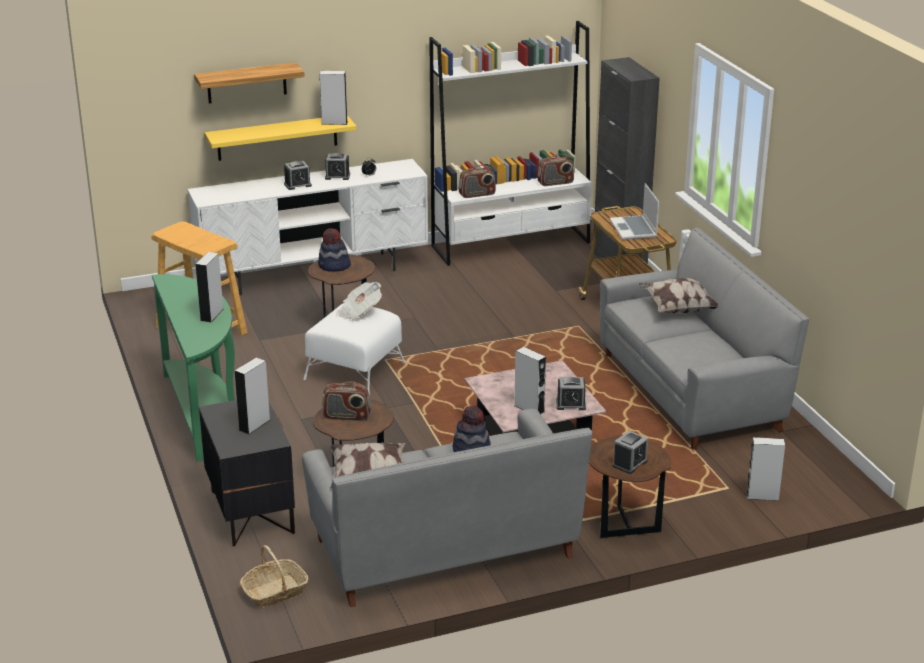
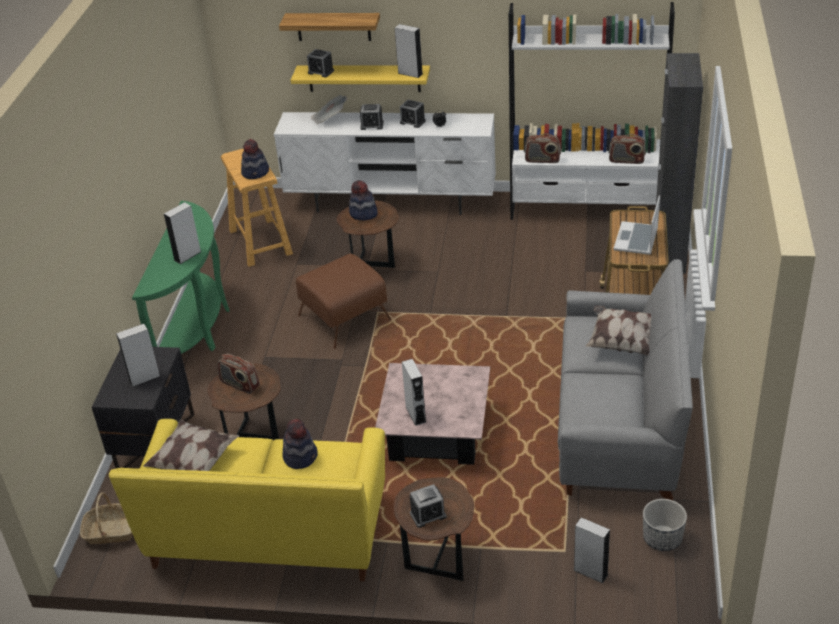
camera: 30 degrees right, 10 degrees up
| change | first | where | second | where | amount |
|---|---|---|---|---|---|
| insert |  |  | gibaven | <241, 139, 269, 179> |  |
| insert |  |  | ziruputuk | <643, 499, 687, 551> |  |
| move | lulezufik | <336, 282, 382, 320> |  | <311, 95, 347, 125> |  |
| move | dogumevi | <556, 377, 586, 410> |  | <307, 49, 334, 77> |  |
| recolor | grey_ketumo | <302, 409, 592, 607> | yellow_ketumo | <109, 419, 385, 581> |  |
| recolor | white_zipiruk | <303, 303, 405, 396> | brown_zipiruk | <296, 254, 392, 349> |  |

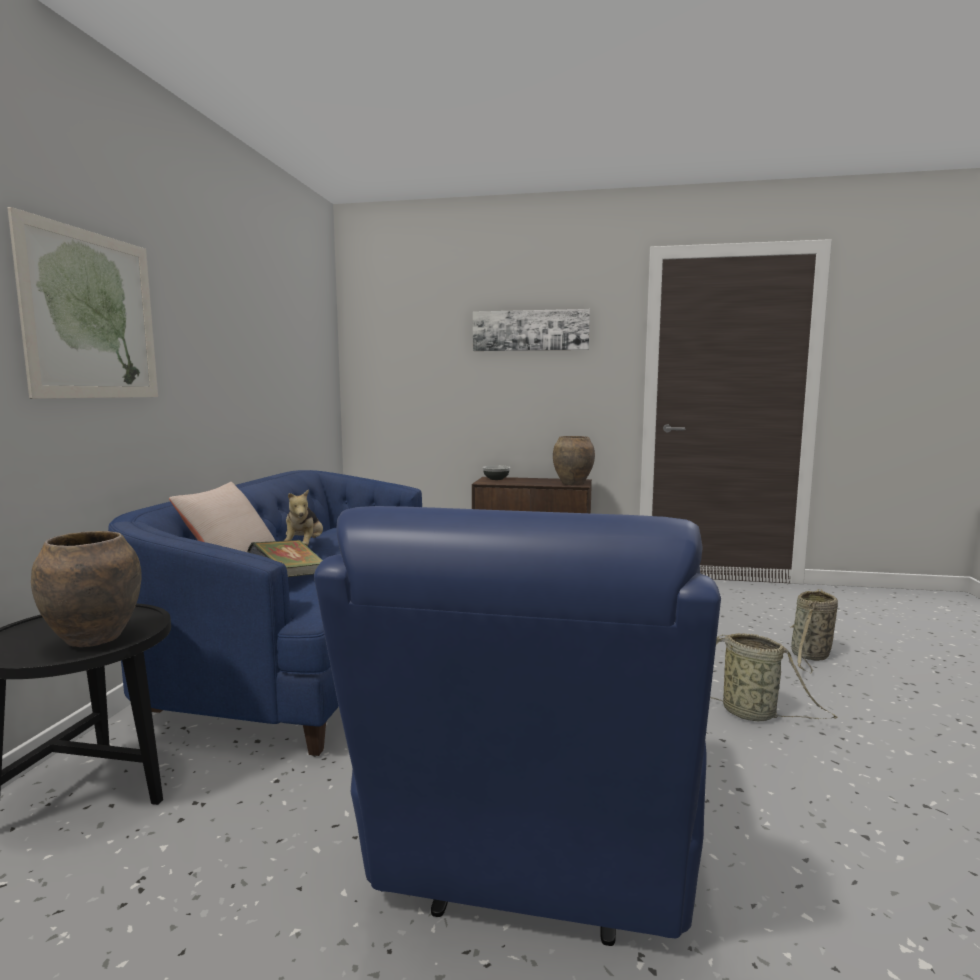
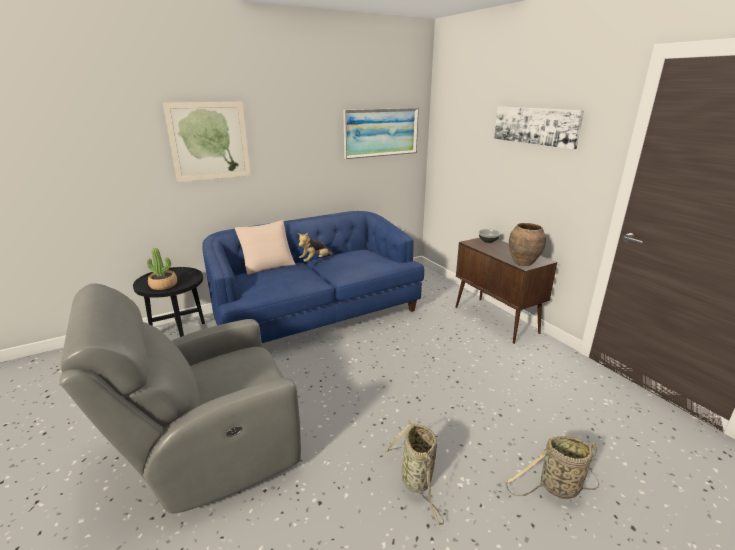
camera: 50 degrees right, 15 degrees up
| change | first | where | second | where | amount |
|---|---|---|---|---|---|
| delete | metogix | <247, 540, 323, 577> |  |  |  |
| insert |  |  | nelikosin | <343, 108, 419, 159> |  |
| replace | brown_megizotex | <31, 531, 141, 647> | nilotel | <147, 248, 177, 290> |  |
| recolor | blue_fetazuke | <314, 506, 721, 946> | grey_fetazuke | <59, 283, 301, 514> |  |

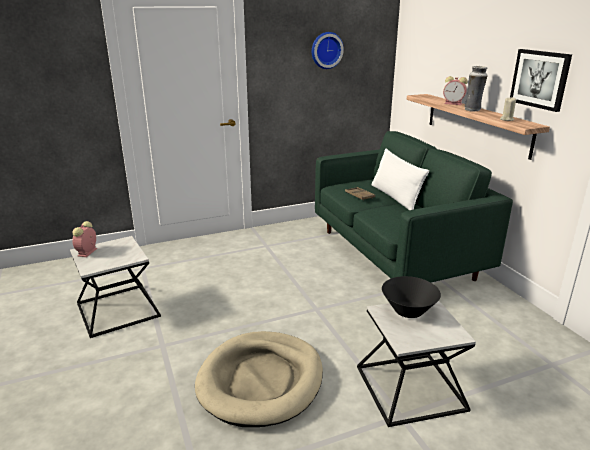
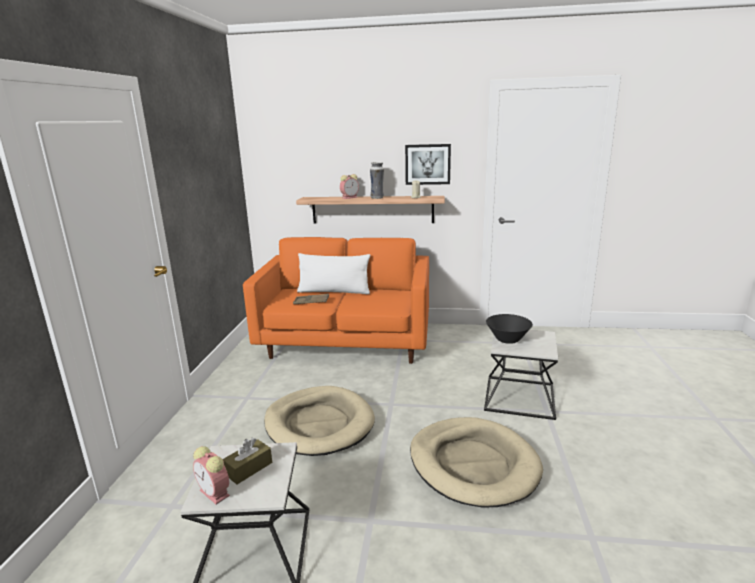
camera: 60 degrees left, 5 degrees down
| change | first | where | second | where | amount |
|---|---|---|---|---|---|
| delete | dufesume | <312, 32, 344, 69> |  |  |  |
| insert |  |  | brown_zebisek | <223, 437, 272, 484> |  |
| insert |  |  | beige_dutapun | <264, 386, 375, 456> |  |
| recolor | green_ketumo | <315, 131, 513, 283> | orange_ketumo | <243, 237, 429, 364> |  |

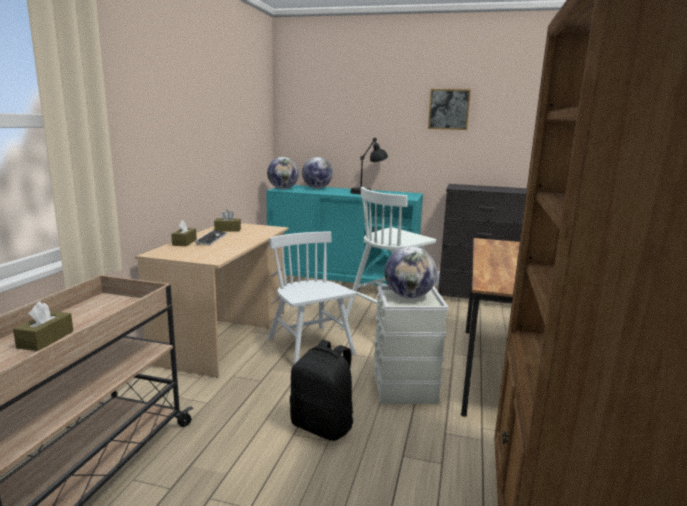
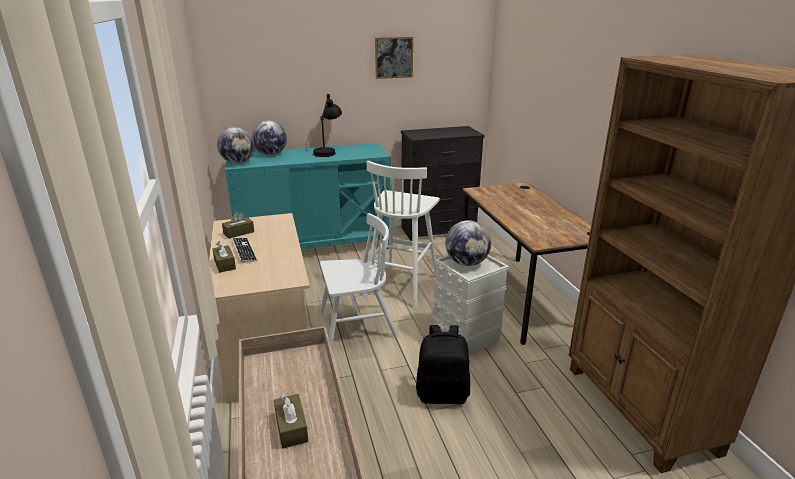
camera: 30 degrees left, 10 degrees up
| change | first | where | second | where | amount |
|---|---|---|---|---|---|
| rotate | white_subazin | <268, 232, 356, 364> |  | <320, 213, 398, 349> | 135 degrees clockwise |

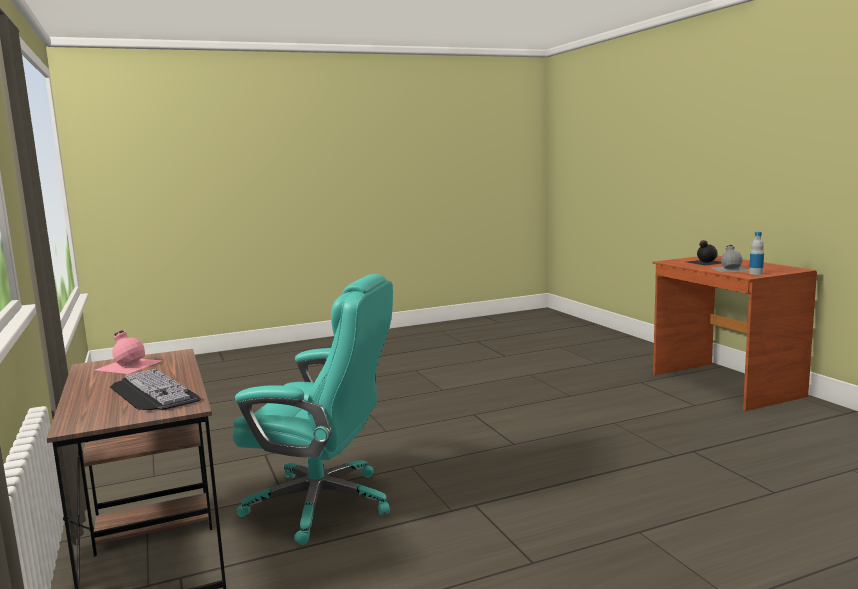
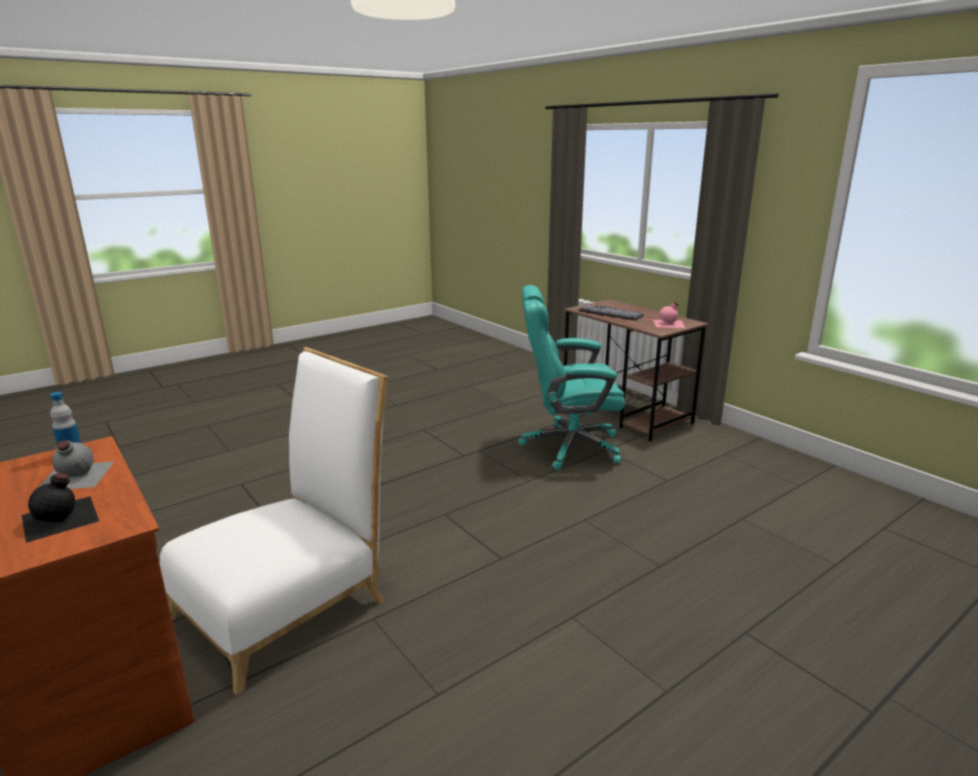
camera: 165 degrees right, 10 degrees up
| change | first | where | second | where | amount |
|---|---|---|---|---|---|
| insert |  |  | white_subazin | <160, 347, 388, 695> |  |

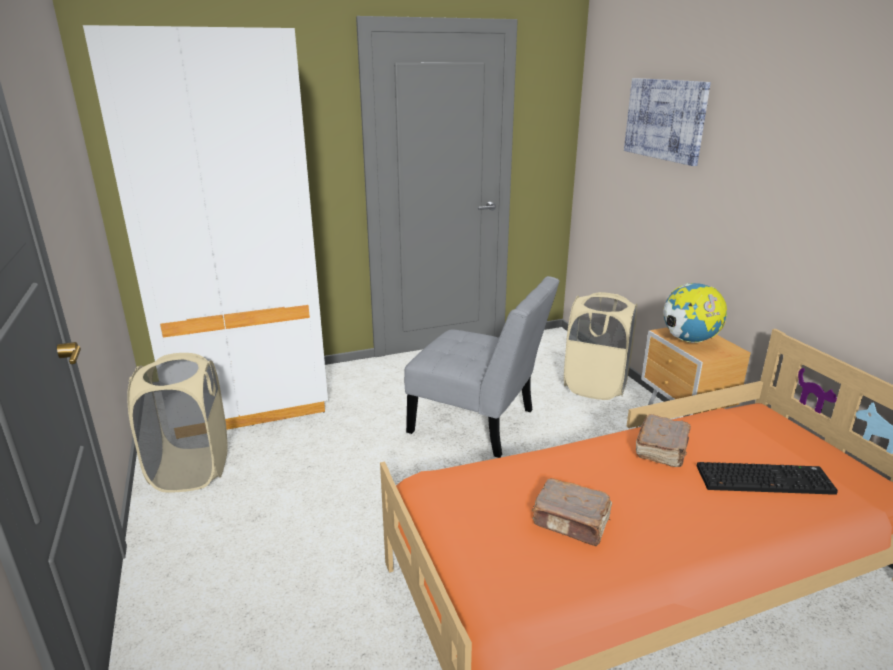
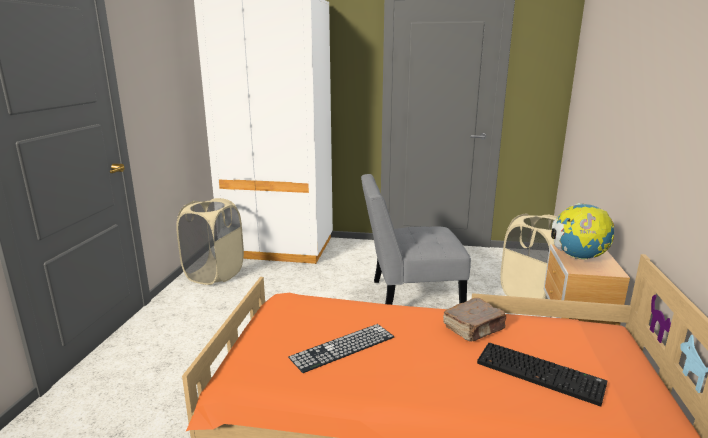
camera: 30 degrees right, 5 degrees down
| change | first | where | second | where | amount |
|---|---|---|---|---|---|
| delete | nelikosin | <624, 78, 711, 166> |  |  |  |
| replace | brown_metogix | <532, 478, 612, 546> | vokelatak | <288, 324, 394, 373> |  |
| rotate | grey_subazin | <404, 276, 560, 458> |  | <361, 174, 471, 305> | 120 degrees clockwise |

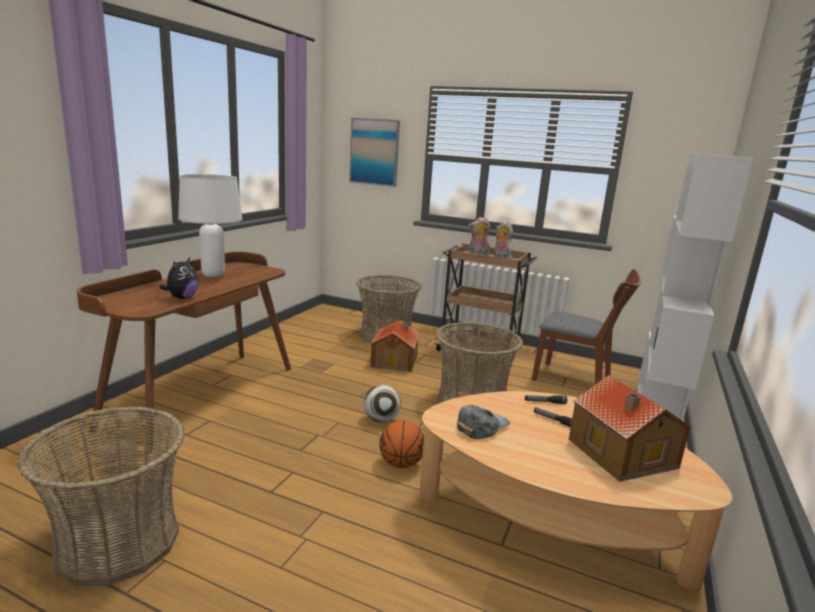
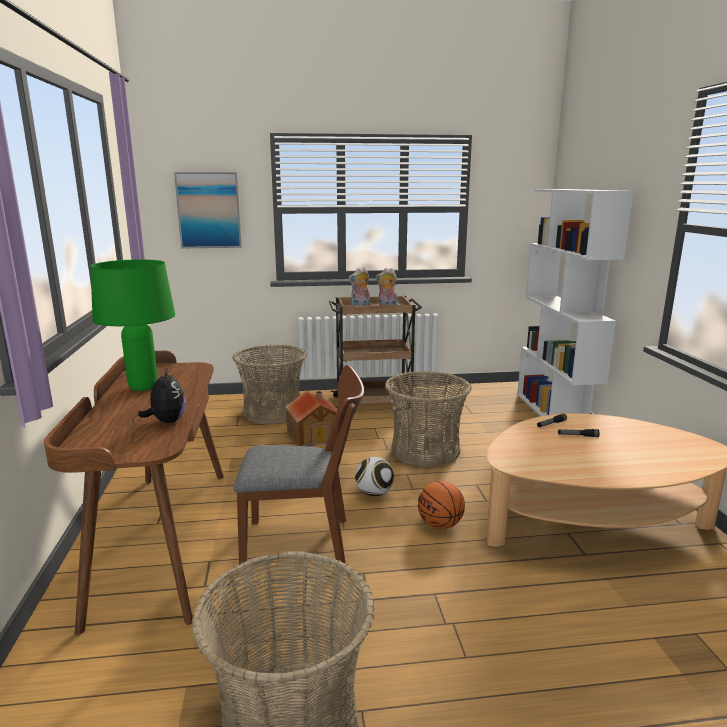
camera: 30 degrees left, 0 degrees up
| change | first | where | second | where | amount |
|---|---|---|---|---|---|
| delete | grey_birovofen | <457, 405, 510, 439> |  |  |  |
| delete | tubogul | <569, 375, 692, 482> |  |  |  |
| move | brown_subazin | <531, 269, 641, 385> |  | <234, 365, 364, 565> |  |
| recolor | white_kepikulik | <178, 174, 242, 278> | green_kepikulik | <91, 259, 175, 391> |  |

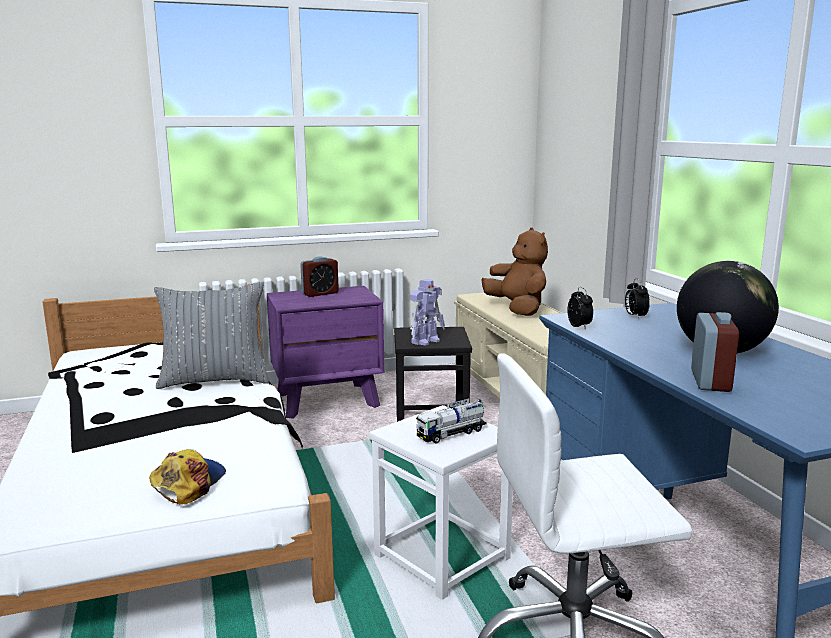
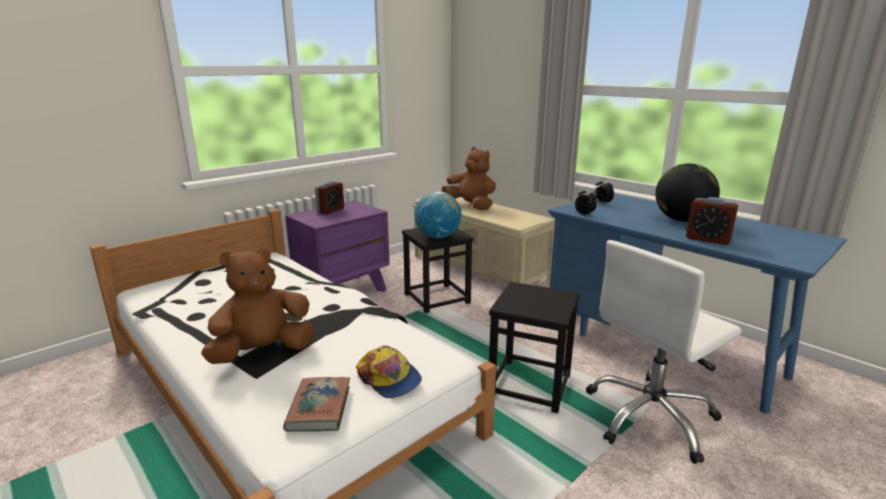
camera: 25 degrees left, 5 degrees up
| change | first | where | second | where | amount |
|---|---|---|---|---|---|
| delete | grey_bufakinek | <154, 282, 269, 389> |  |  |  |
| delete | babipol | <416, 398, 487, 443> |  |  |  |
| insert |  |  | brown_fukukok | <201, 248, 315, 364> |  |
| insert |  |  | metogix | <283, 377, 350, 432> |  |
| replace | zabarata | <410, 279, 445, 346> | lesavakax | <414, 191, 462, 239> |  |
| recolor | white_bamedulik | <369, 405, 513, 600> | black_bamedulik | <489, 282, 580, 413> |  |
| rotate | birovofen | <149, 449, 226, 504> |  | <356, 345, 422, 398> | 150 degrees clockwise |
| rotate | dogumevi | <691, 312, 739, 392> |  | <686, 197, 738, 245> | 135 degrees clockwise |

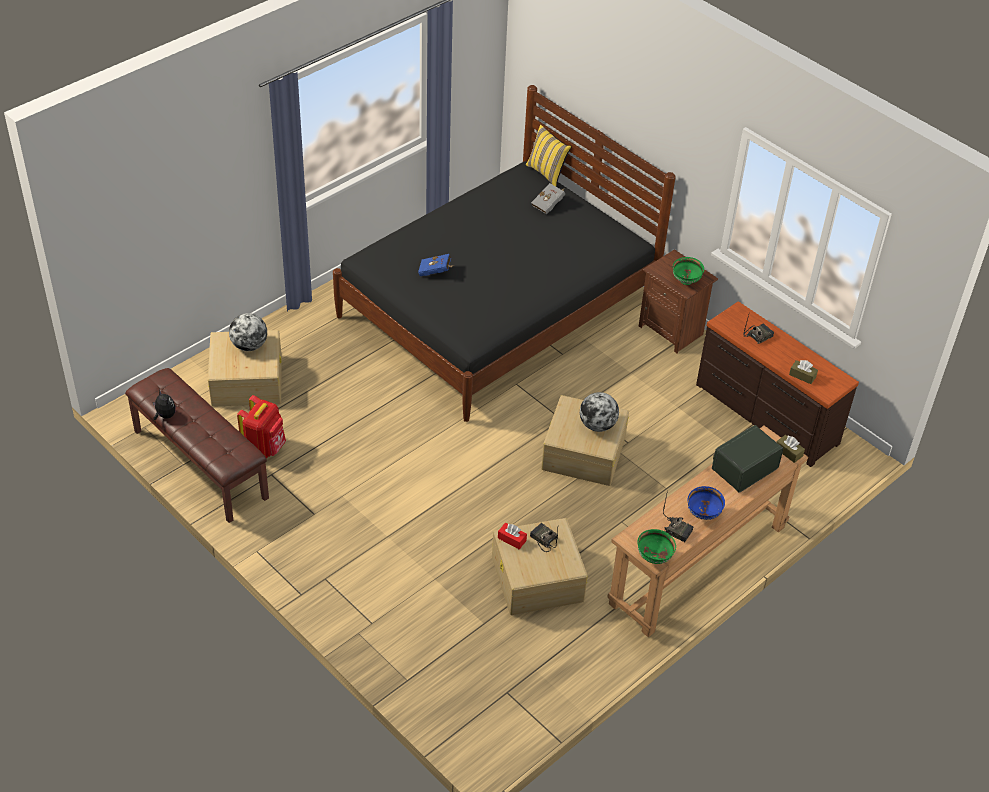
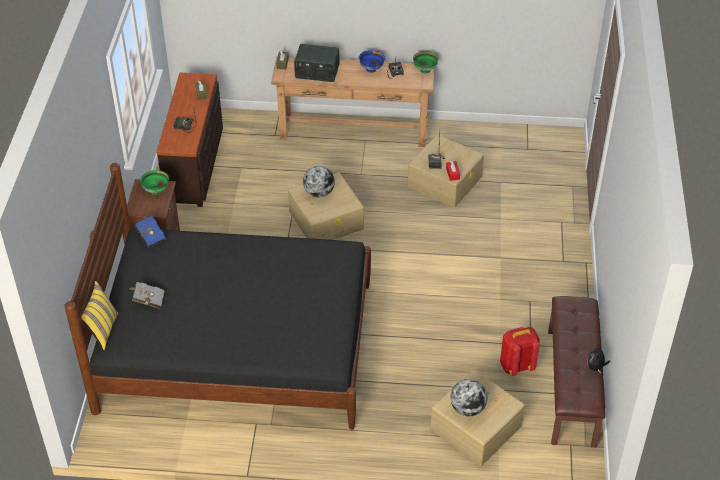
camera: 130 degrees left, 0 degrees up
| change | first | where | second | where | amount |
|---|---|---|---|---|---|
| move | blue_metogix | <418, 254, 453, 276> |  | <135, 216, 166, 248> |  |

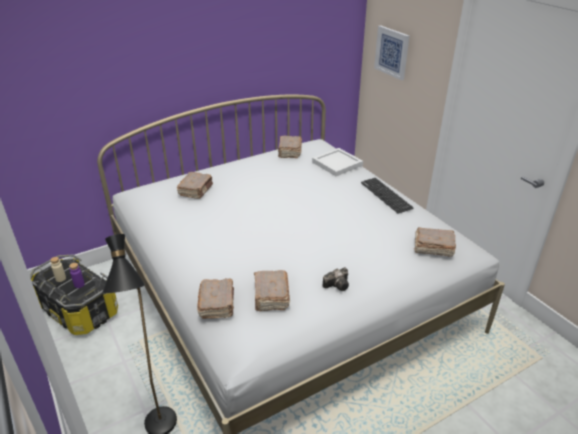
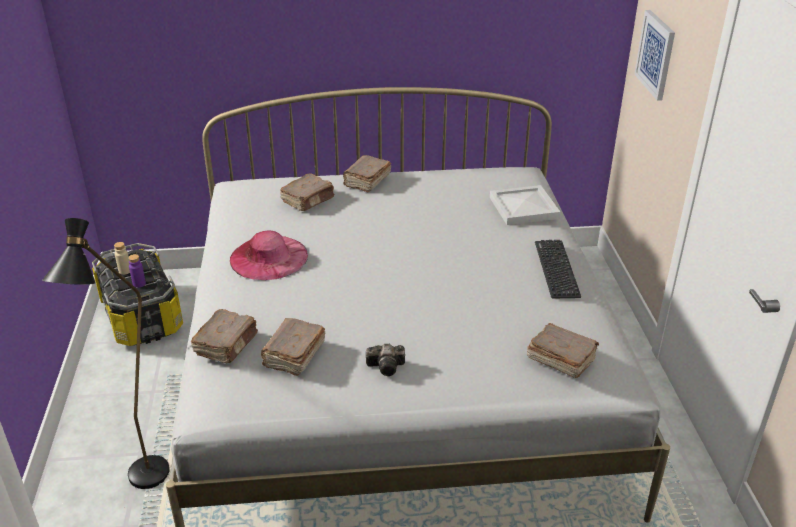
camera: 25 degrees right, 0 degrees up
| change | first | where | second | where | amount |
|---|---|---|---|---|---|
| insert |  |  | pink_gibaven | <230, 231, 308, 280> |  |
| move | brown_metogix | <278, 136, 302, 158> |  | <343, 155, 391, 193> |  |

